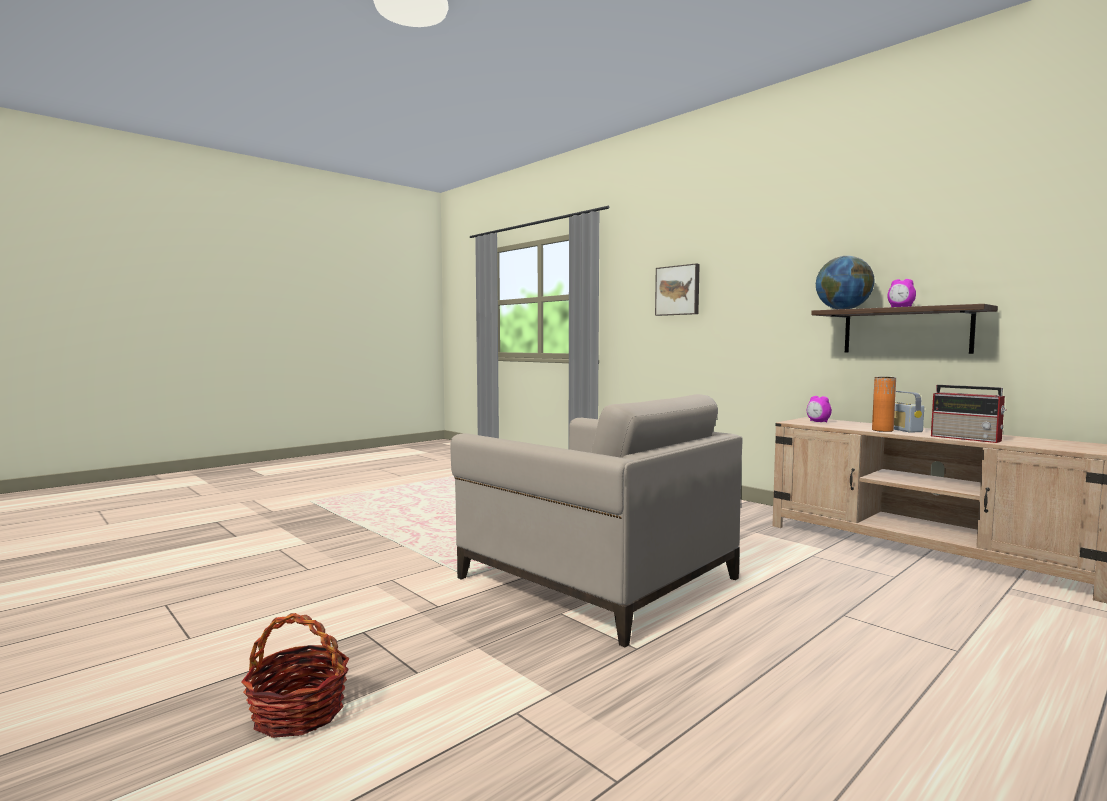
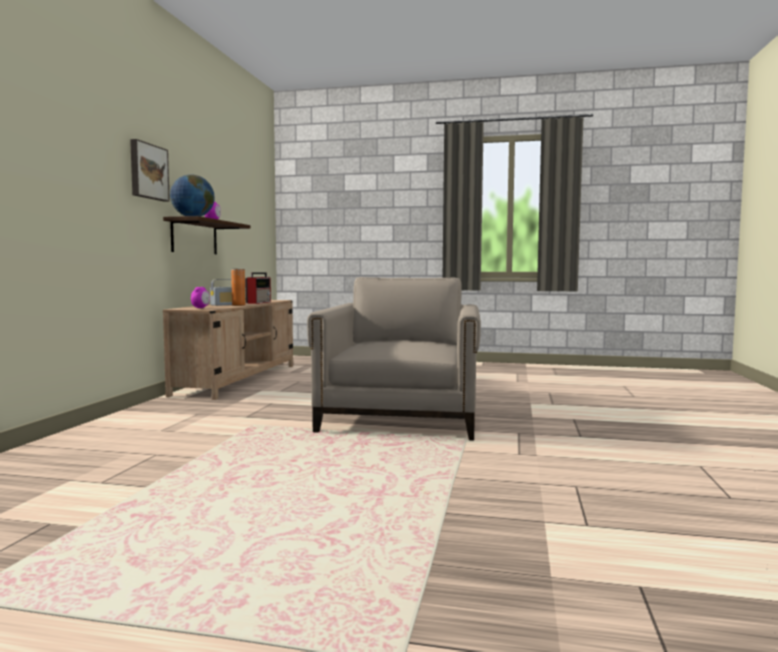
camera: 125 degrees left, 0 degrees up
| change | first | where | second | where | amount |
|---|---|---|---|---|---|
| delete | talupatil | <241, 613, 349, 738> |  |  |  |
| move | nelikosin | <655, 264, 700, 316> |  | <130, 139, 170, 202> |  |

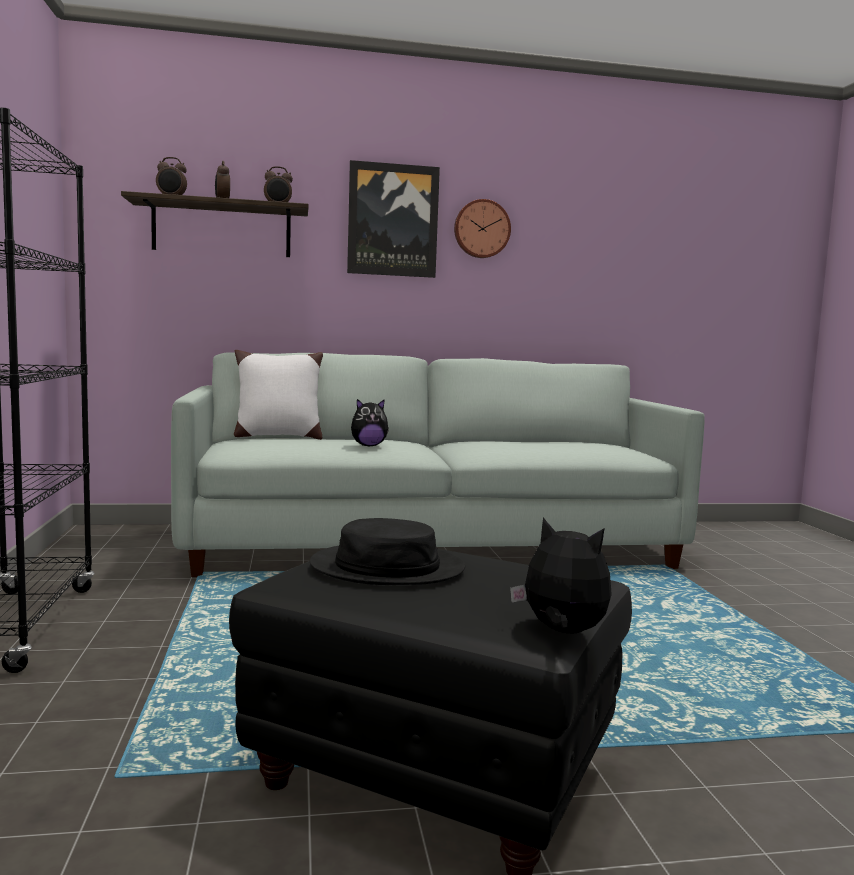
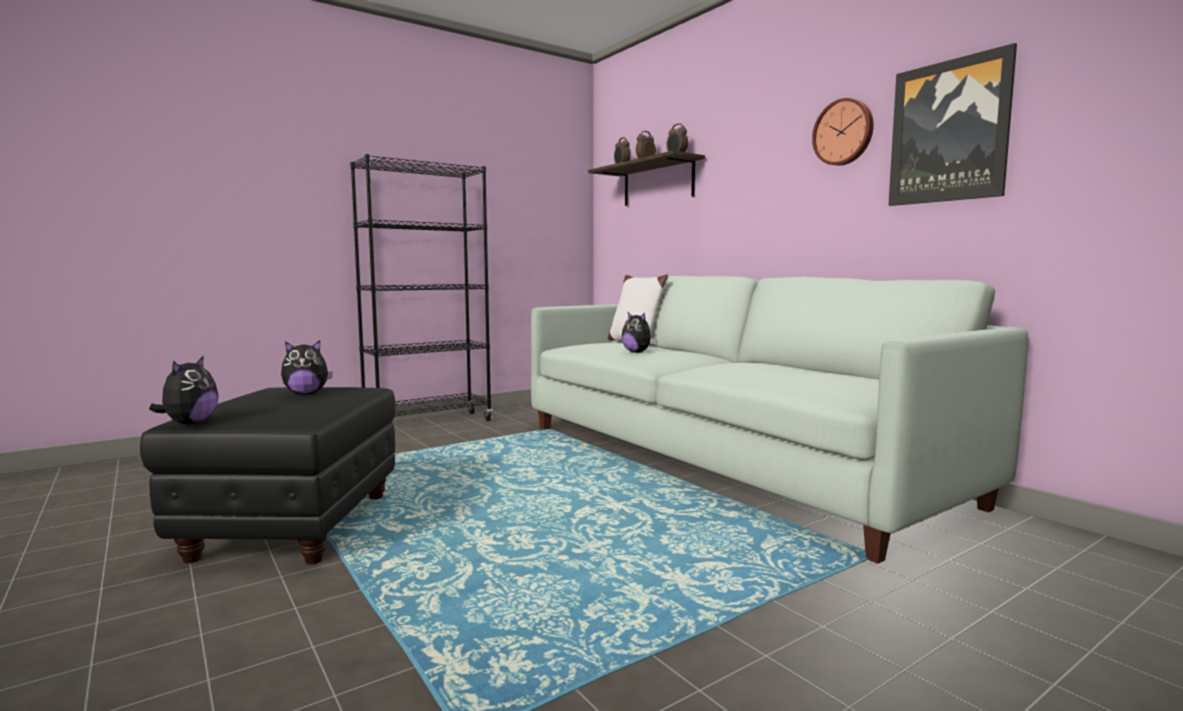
camera: 65 degrees right, 0 degrees up
| change | first | where | second | where | amount |
|---|---|---|---|---|---|
| move | nelikosin | <347, 160, 440, 278> |  | <888, 43, 1017, 206> |  |
| replace | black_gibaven | <310, 518, 465, 585> | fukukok | <281, 340, 333, 395> |  |

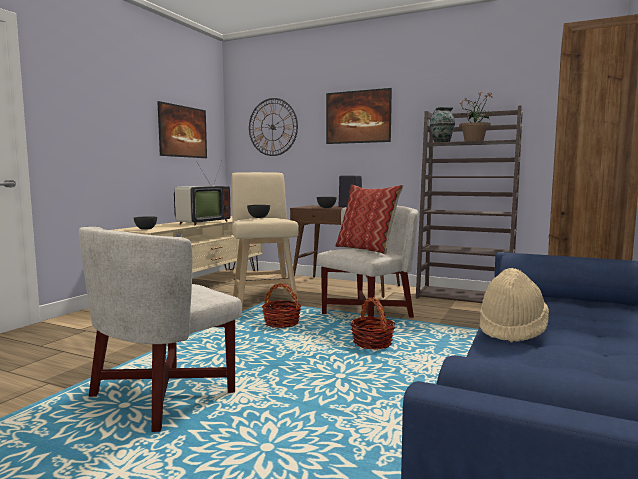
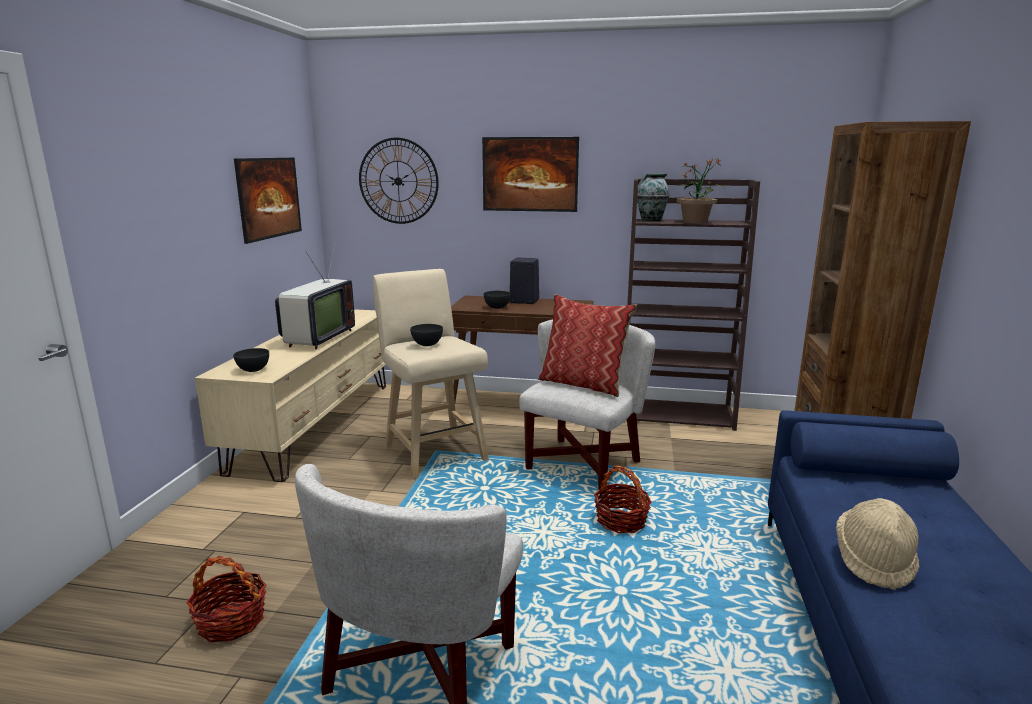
camera: 15 degrees left, 10 degrees up
| change | first | where | second | where | amount |
|---|---|---|---|---|---|
| move | talupatil | <262, 283, 302, 328> |  | <187, 556, 266, 642> |  |

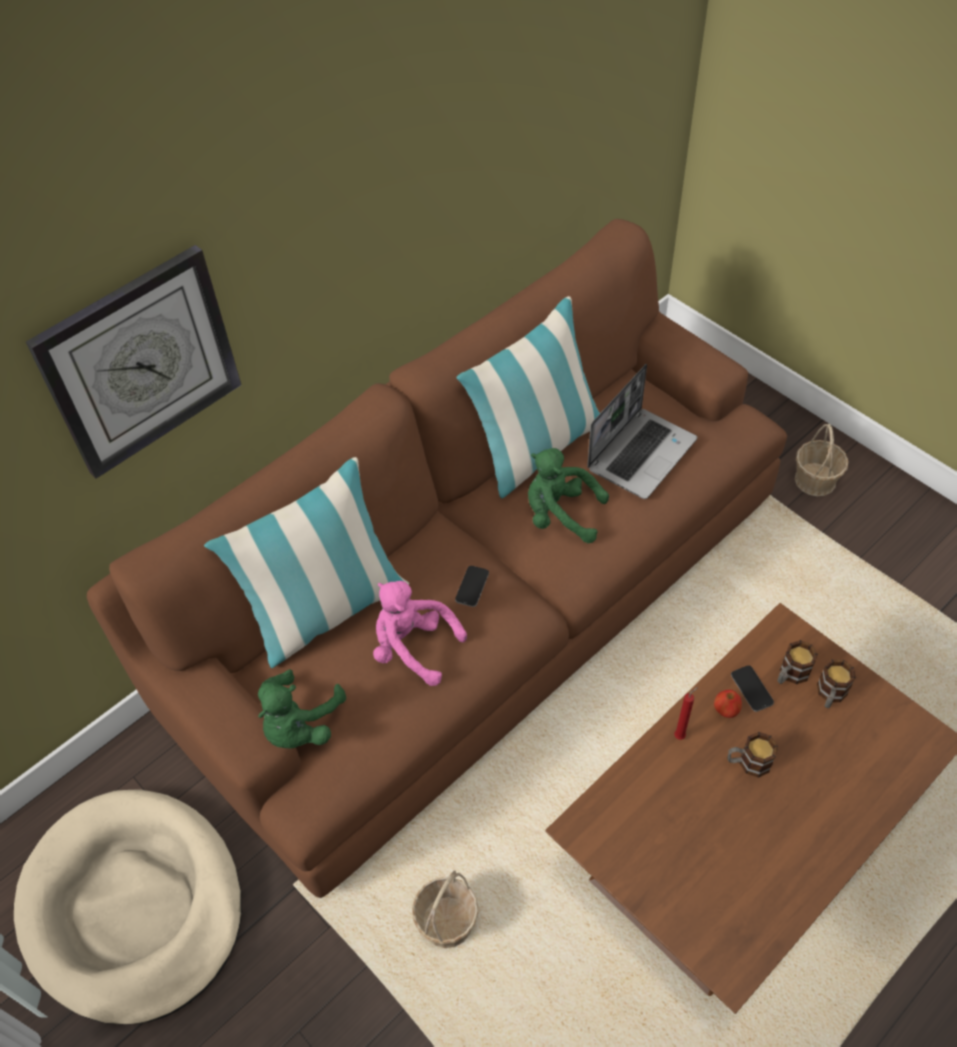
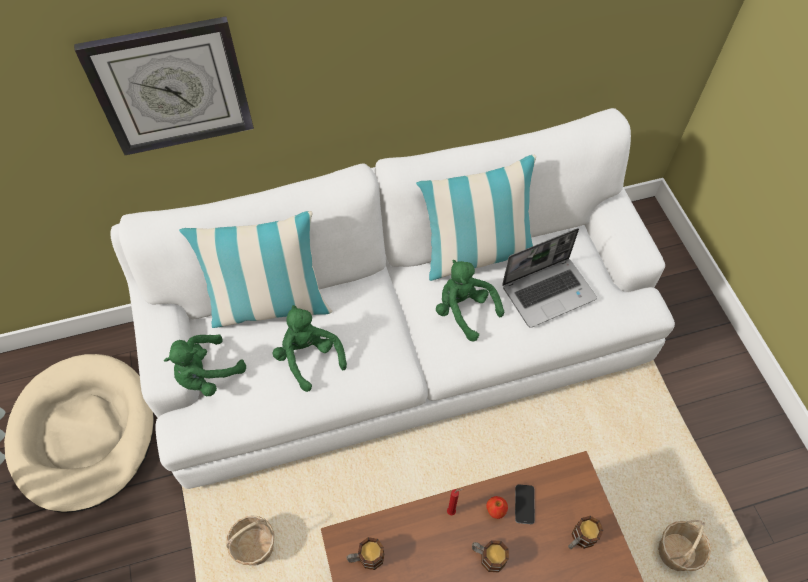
camera: 25 degrees right, 5 degrees up
| change | first | where | second | where | amount |
|---|---|---|---|---|---|
| delete | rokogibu | <455, 566, 489, 607> |  |  |  |
| move | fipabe | <777, 640, 818, 684> |  | <346, 537, 384, 570> |  |
| move | talupatil | <795, 424, 848, 496> |  | <658, 520, 711, 571> |  |
| recolor | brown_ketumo | <87, 219, 787, 898> | white_ketumo | <110, 108, 675, 489> |  |
| recolor | pink_fukukok | <373, 581, 467, 686> | green_fukukok | <272, 305, 347, 392> |  |

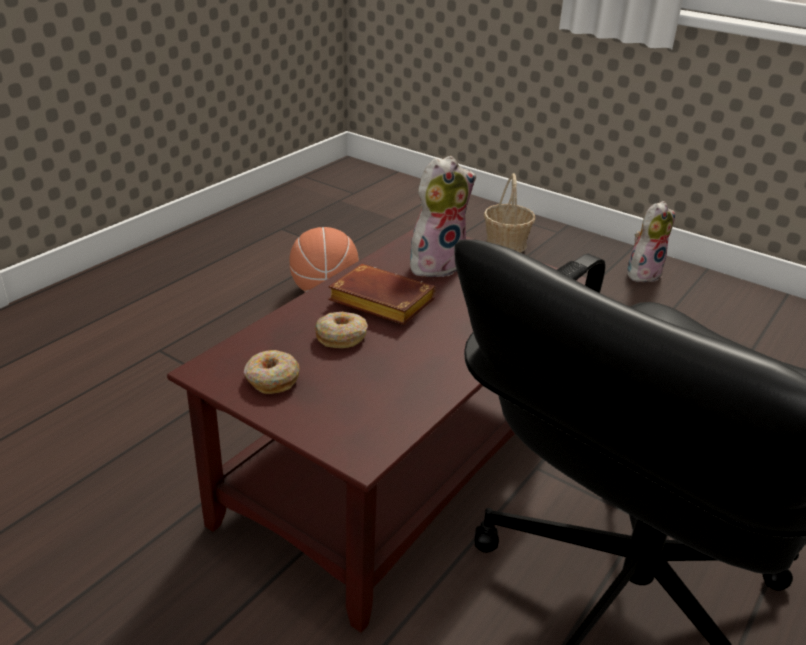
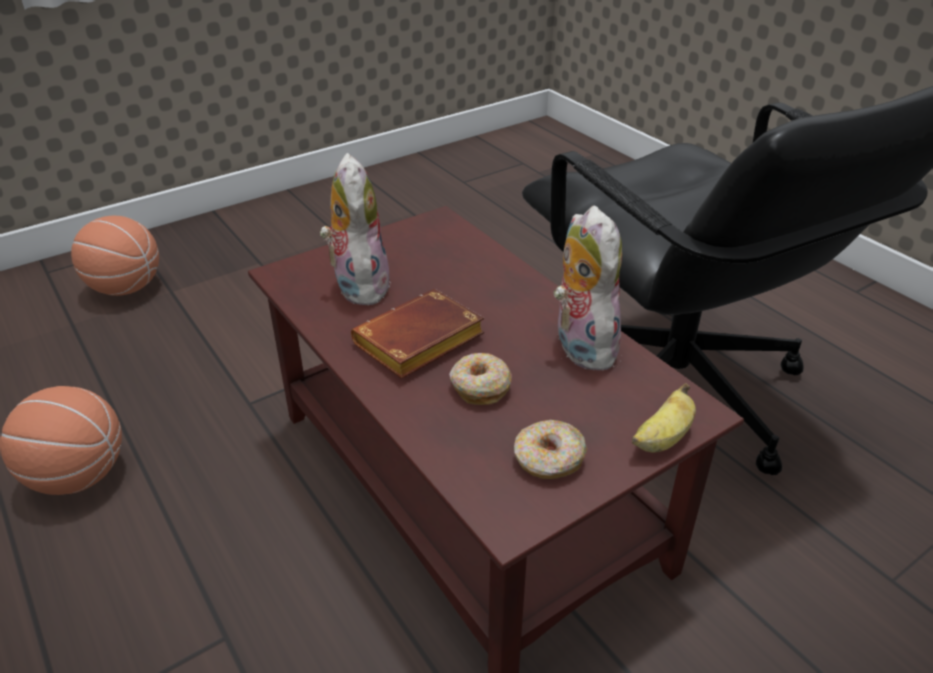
camera: 70 degrees left, 5 degrees up
| change | first | where | second | where | amount |
|---|---|---|---|---|---|
| insert |  |  | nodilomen | <632, 383, 696, 452> |  |
| move | fukukok | <627, 201, 675, 282> |  | <553, 205, 622, 371> |  |
| replace | talupatil | <484, 173, 536, 253> | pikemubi | <71, 216, 159, 296> |  |

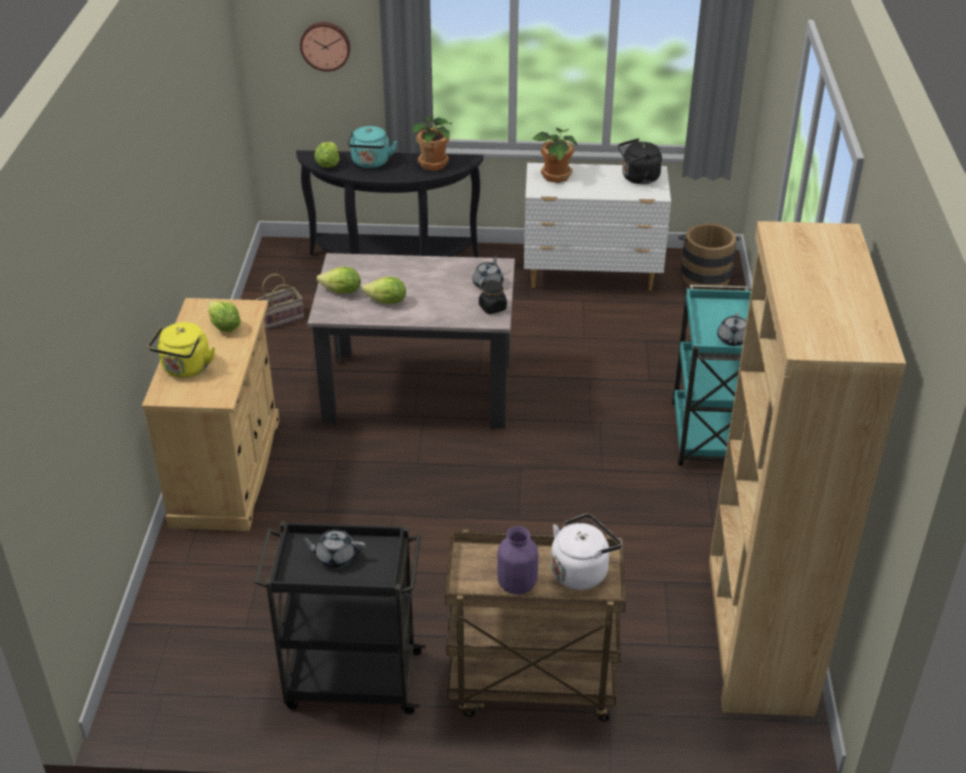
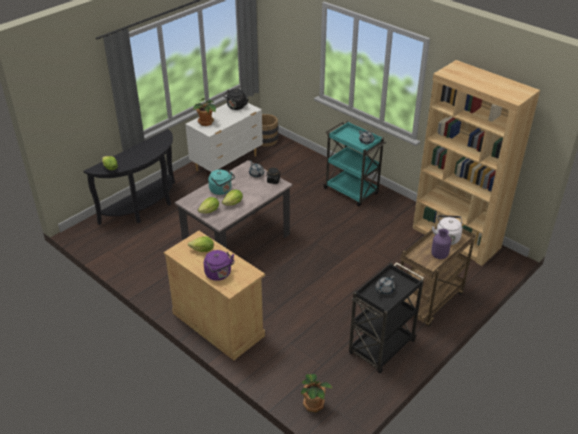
camera: 50 degrees left, 0 degrees up
| change | first | where | second | where | amount |
|---|---|---|---|---|---|
| delete | talupatil | <256, 274, 304, 329> |  |  |  |
| delete | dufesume | <300, 22, 350, 72> |  |  |  |
| move | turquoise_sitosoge | <347, 126, 397, 168> |  | <208, 169, 235, 195> |  |
| move | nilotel | <412, 116, 452, 171> |  | <301, 374, 333, 413> |  |
| recolor | yellow_sitosoge | <148, 322, 215, 377> | purple_sitosoge | <204, 250, 234, 281> |  |

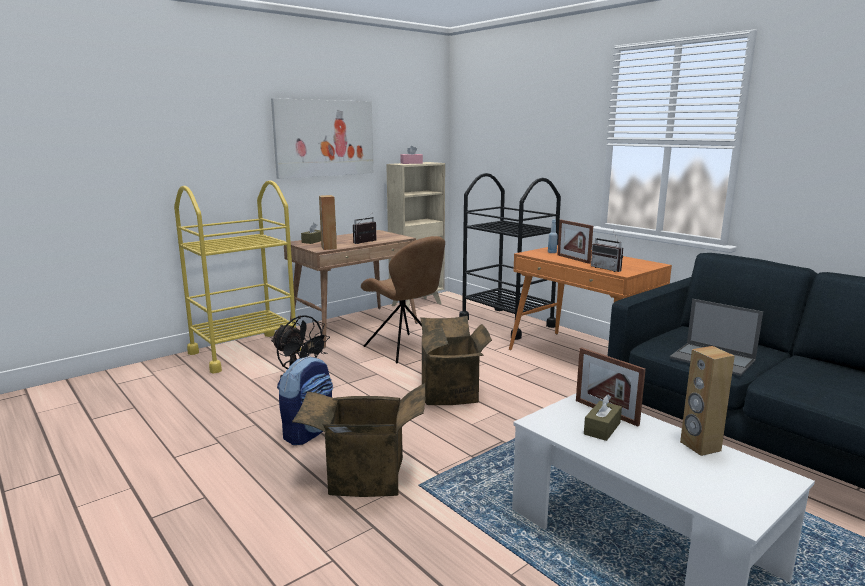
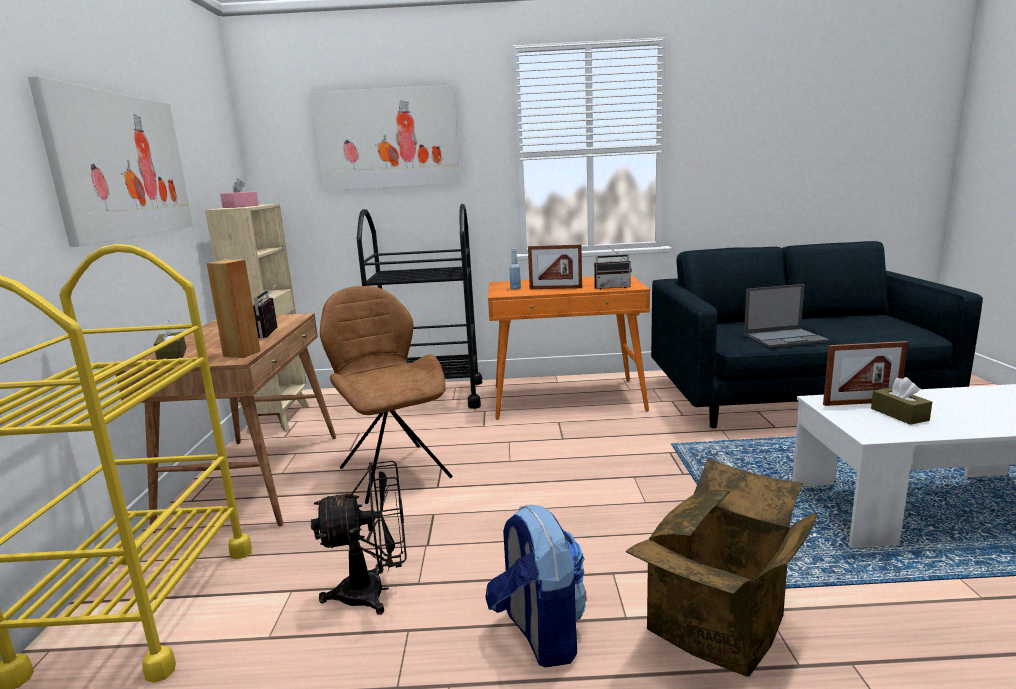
camera: 50 degrees left, 0 degrees up
| change | first | where | second | where | amount |
|---|---|---|---|---|---|
| delete | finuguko | <420, 316, 492, 405> |  |  |  |
| delete | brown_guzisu | <680, 346, 735, 456> |  |  |  |
| insert |  |  | nelikosin | <311, 85, 461, 190> |  |
| rotate | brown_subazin | <361, 236, 445, 363> |  | <320, 286, 453, 504> | 120 degrees counterclockwise |

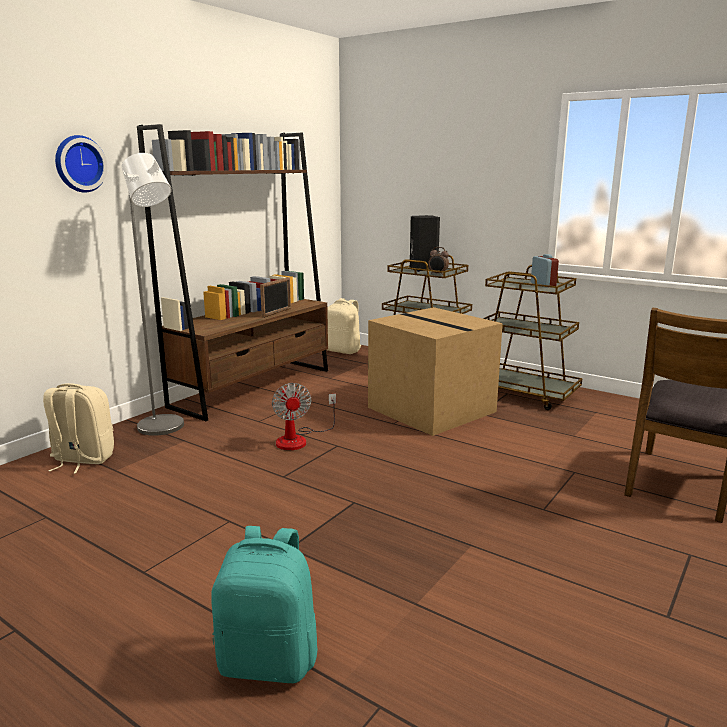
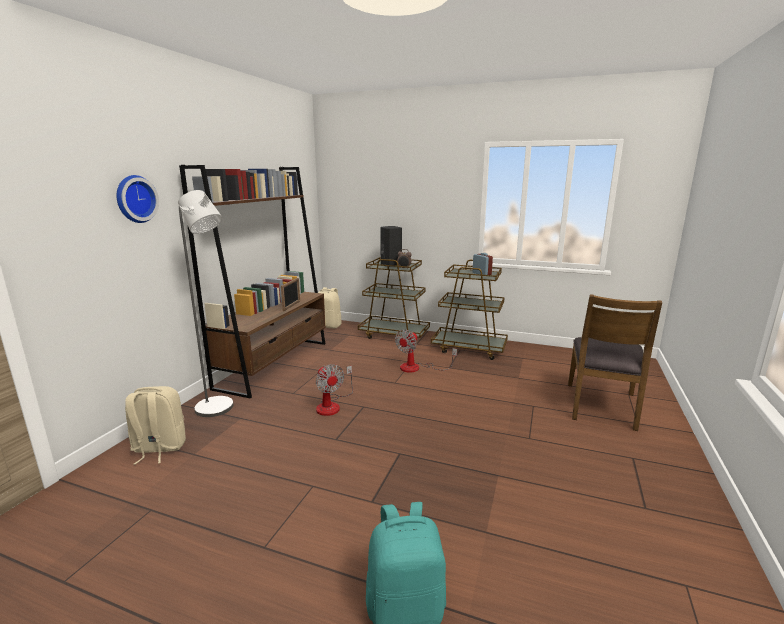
camera: 15 degrees left, 0 degrees up
| change | first | where | second | where | amount |
|---|---|---|---|---|---|
| replace | finuguko | <368, 307, 503, 436> | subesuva | <395, 329, 457, 373> |  |

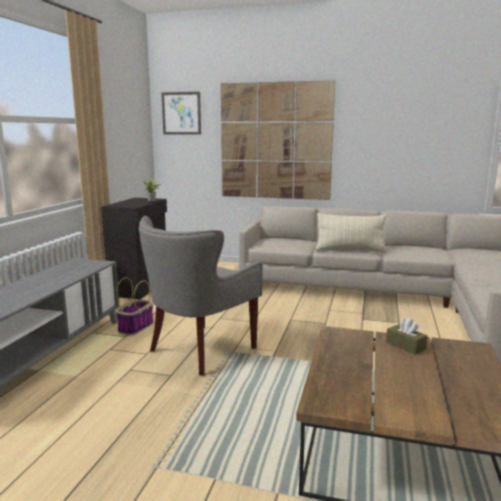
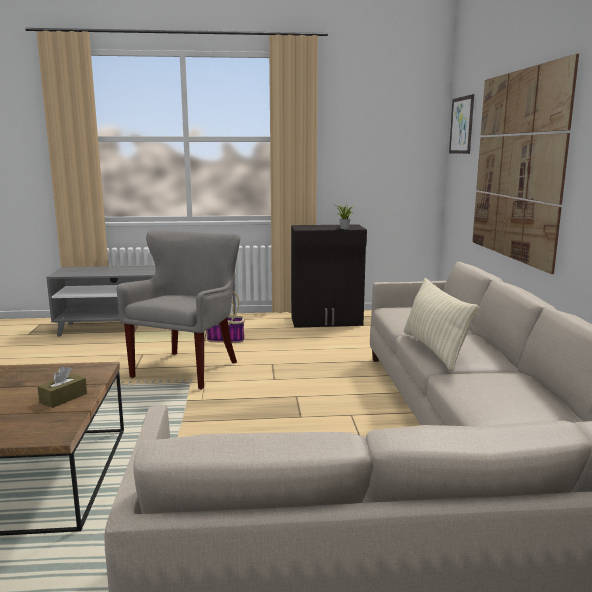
camera: 70 degrees right, 0 degrees up
| change | first | where | second | where | amount |
|---|---|---|---|---|---|
| rotate | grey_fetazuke | <139, 216, 263, 375> |  | <116, 230, 240, 390> | 90 degrees clockwise |

